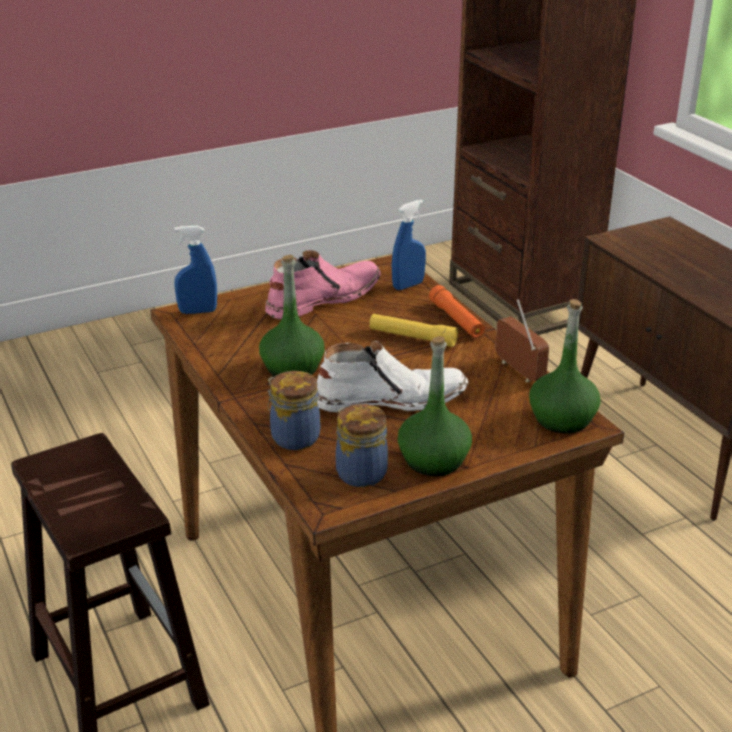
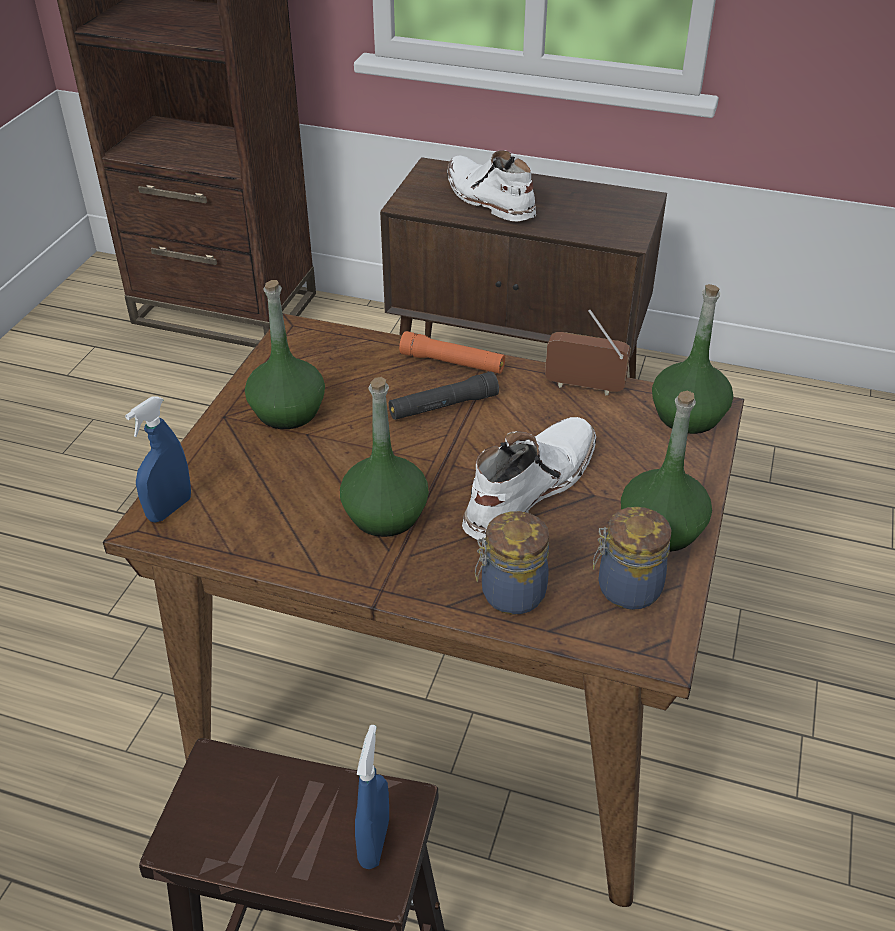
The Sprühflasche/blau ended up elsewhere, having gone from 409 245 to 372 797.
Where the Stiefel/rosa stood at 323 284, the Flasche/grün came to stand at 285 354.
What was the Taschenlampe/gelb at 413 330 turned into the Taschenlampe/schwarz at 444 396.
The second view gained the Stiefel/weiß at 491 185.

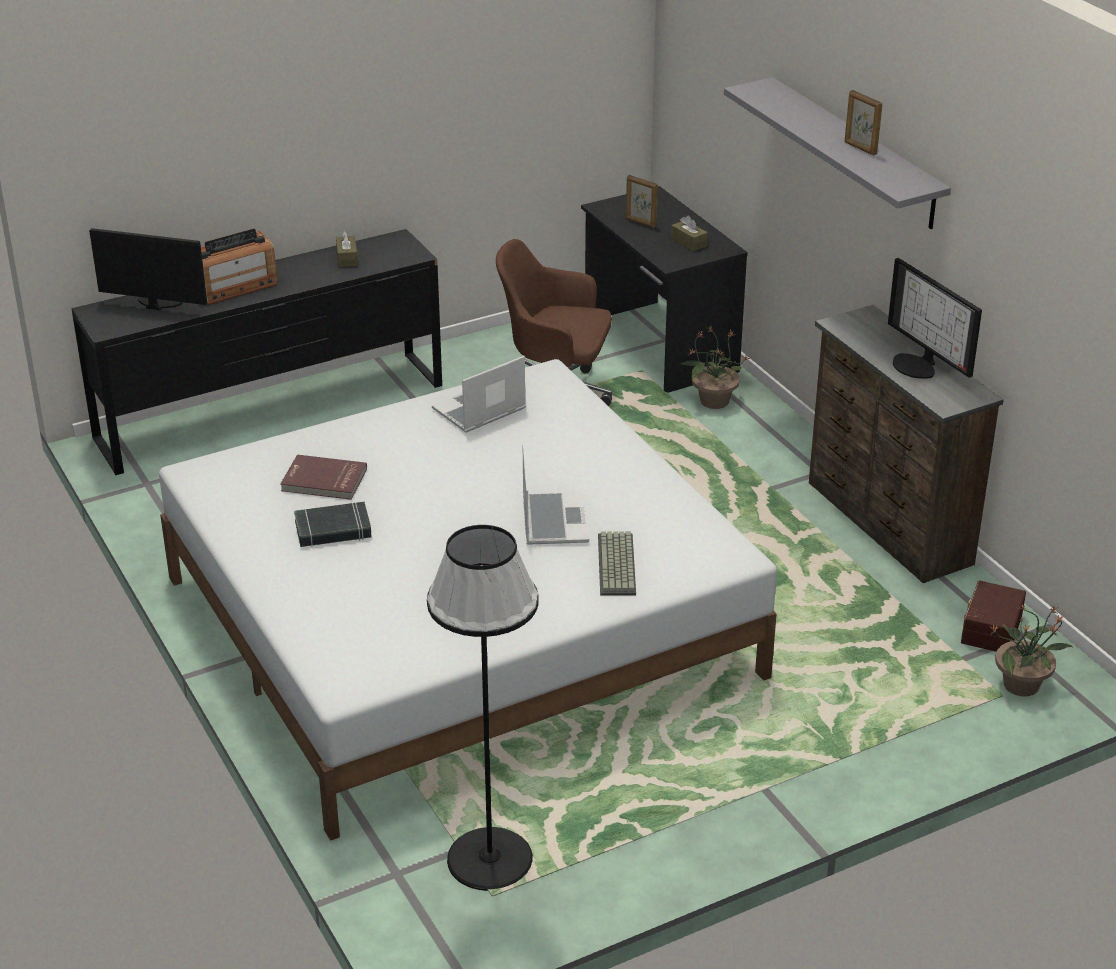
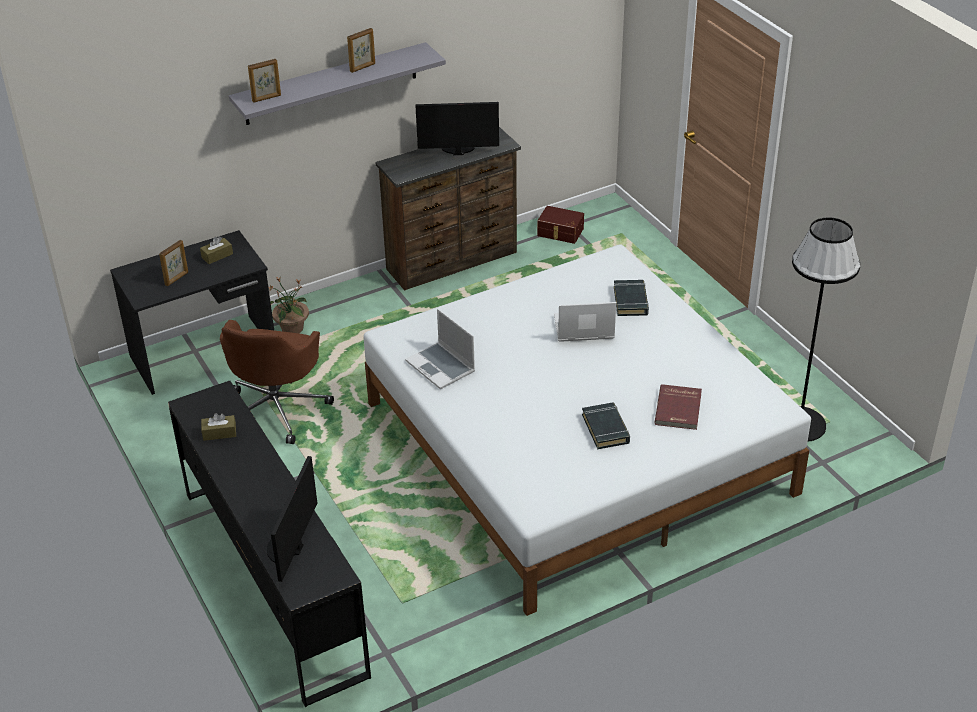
The second view lost the Radio at 239 267.
The Monitor at 935 318 ended up facing another way, 150 degrees counterclockwise from before.
The Buch/rot ended up elsewhere, having gone from 323 477 to 678 407.
Where the Tastatur stood at 617 563, the Buch/schwarz came to stand at 631 298.
The second view lost the Topfpflanze at 1031 651.
The second view gained the Bilderrahmen at 264 81.

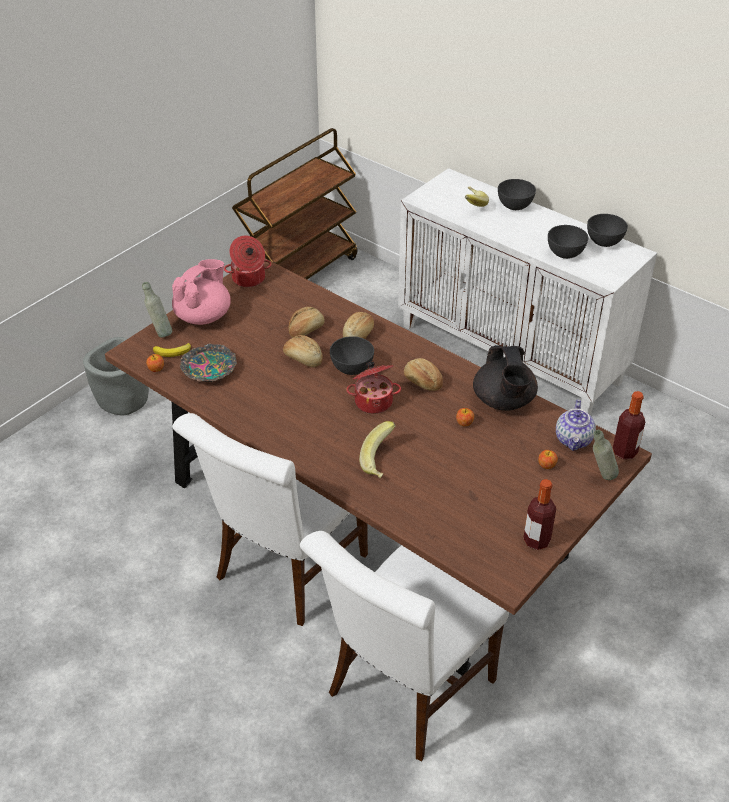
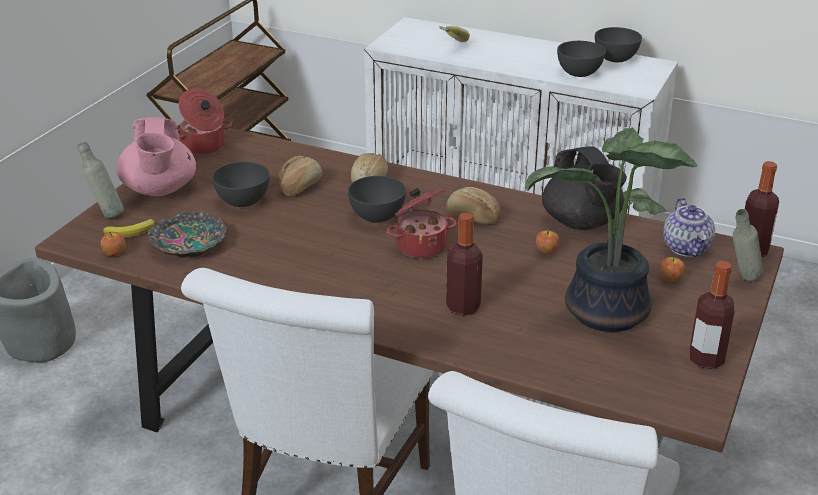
The Schüssel/grau ended up elsewhere, having gone from 517 194 to 241 184.
The Teekanne/rosa at 201 292 ended up facing another way, 150 degrees clockwise from before.
The second view lost the Brot at 303 351.
Where the Banane stood at 377 449, the Flasche came to stand at 464 264.
The second view gained the Topfpflanze at 611 229.

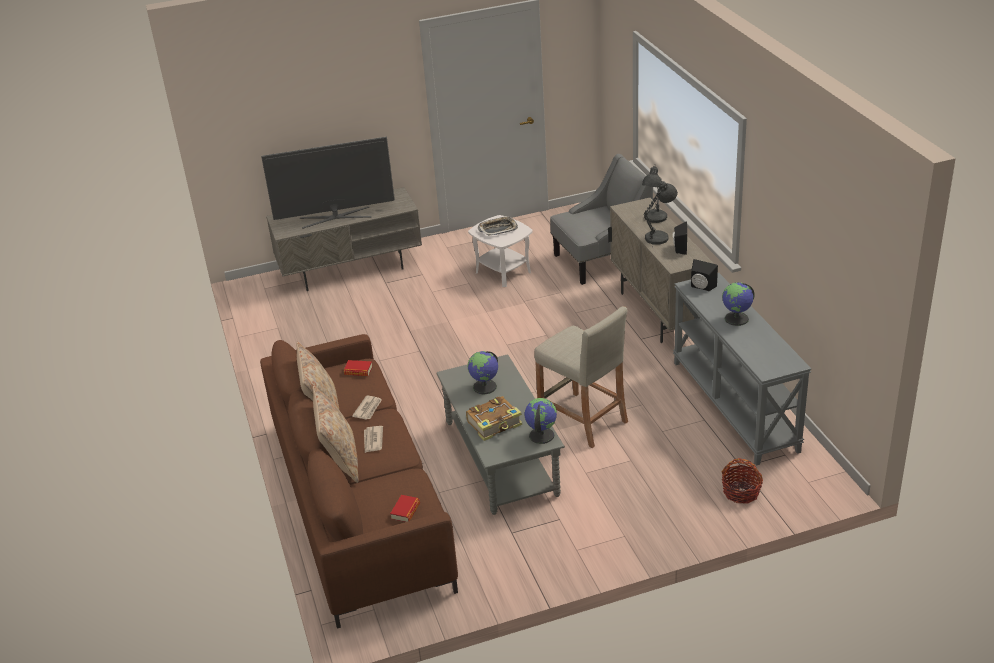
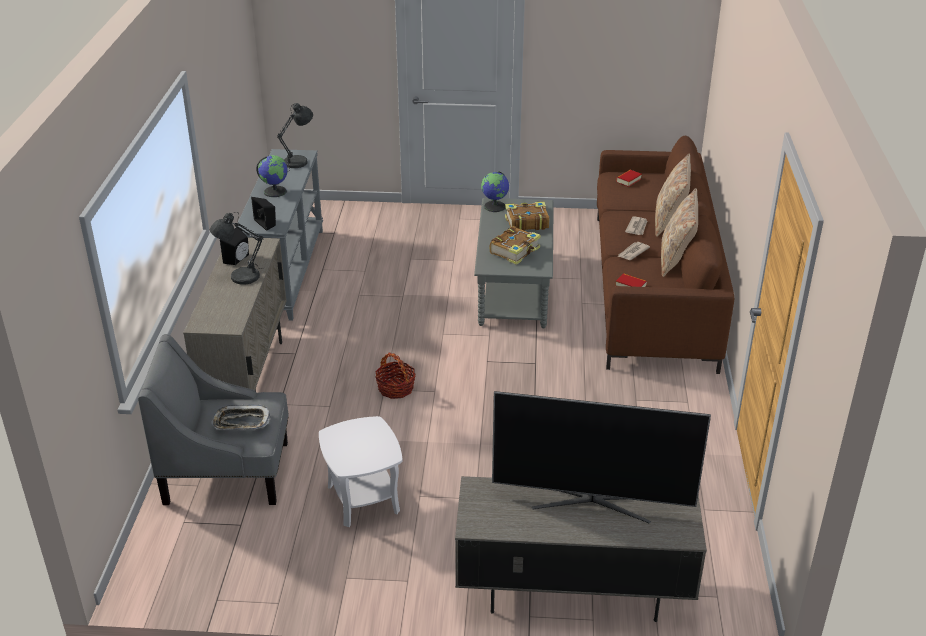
The Tischlampe/grau ended up elsewhere, having gone from 654 194 to 295 137.
The Tablett ended up elsewhere, having gone from 498 226 to 241 417.
The second view lost the Hocker/beige at 581 377.
Where the Globus stood at 483 372, the Buch came to stand at 515 245.
The Korb ended up elsewhere, having gone from 742 481 to 395 375.

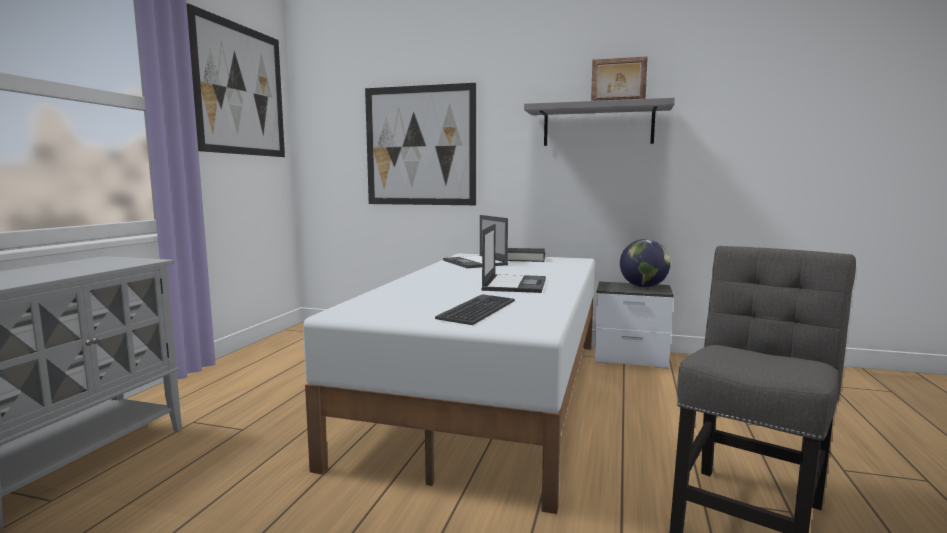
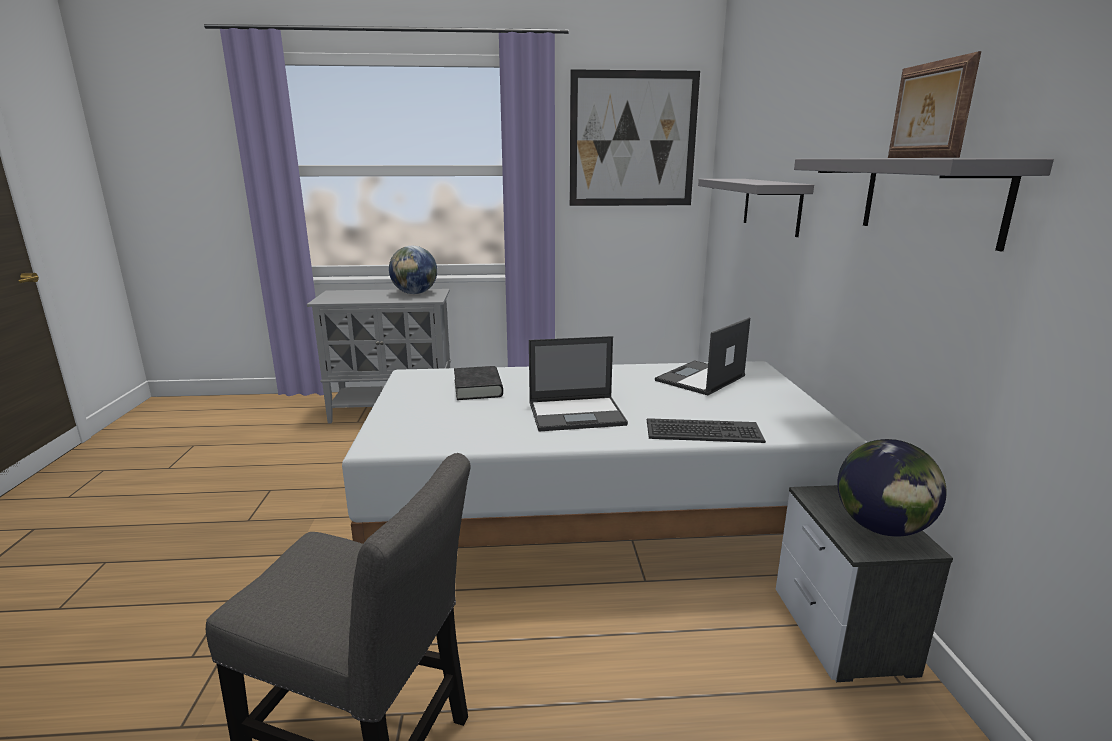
Where the Bild hung at 420 144, the Wandregal/grau came to hang at 756 208.
The Buch/schwarz ended up elsewhere, having gone from 526 255 to 478 383.
The Tastatur ended up elsewhere, having gone from 475 309 to 706 430.
The second view gained the Globus at 413 270.

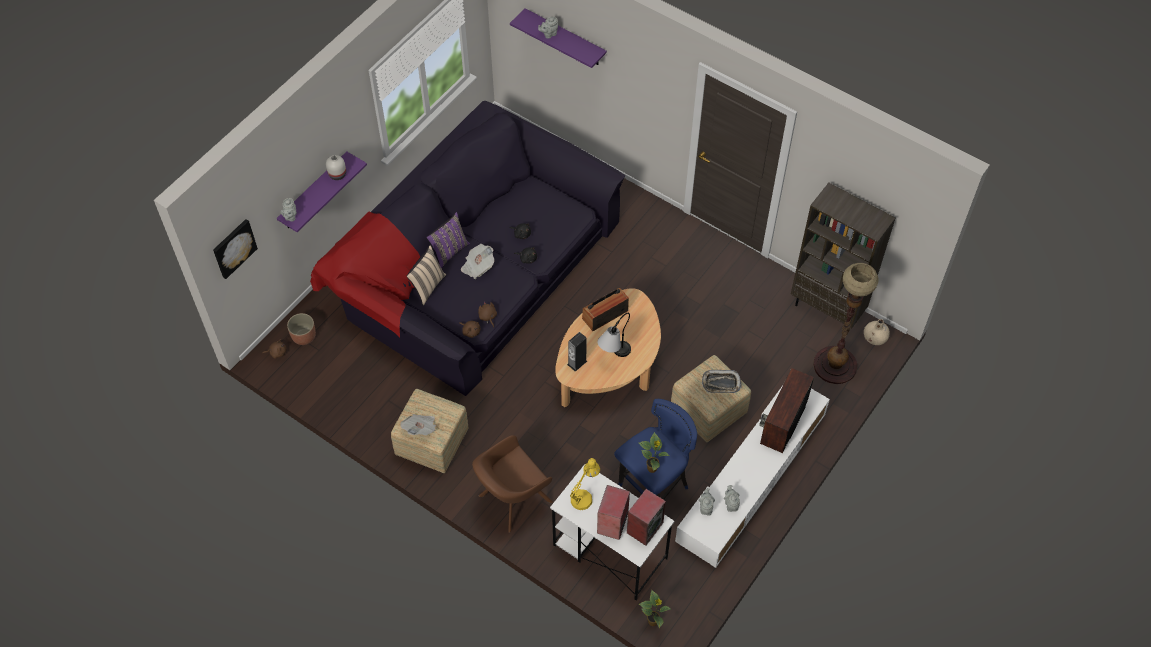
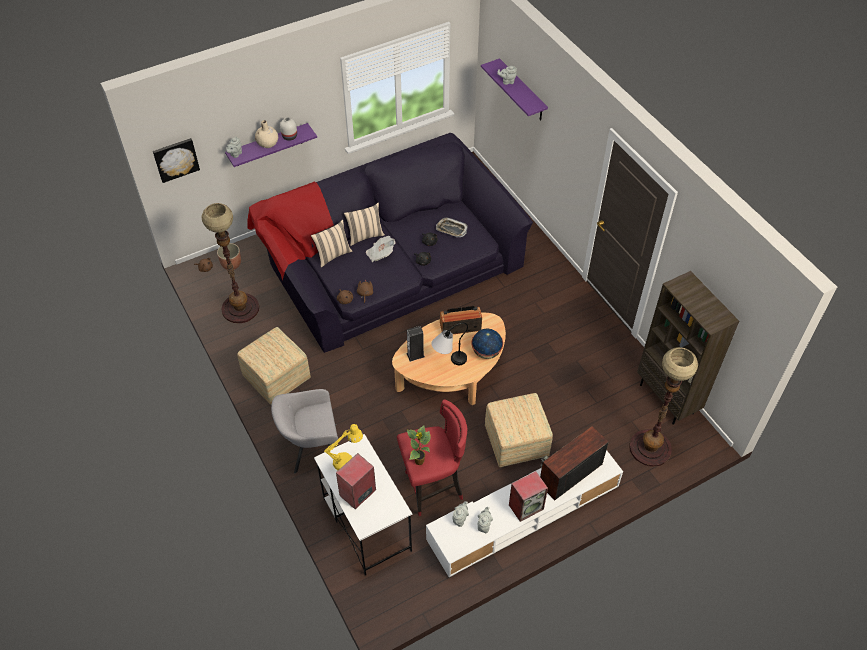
What was the Kissen/lila at 448 240 turned into the Kissen/beige at 364 224.
The Vase/beige ended up elsewhere, having gone from 877 332 to 266 134.
The Tablett ended up elsewhere, having gone from 722 381 to 452 227.
What was the Hocker/blau at 655 449 turned into the Hocker/rot at 432 457.
The second view lost the Zeitung at 418 424.
What was the Sessel/braun at 512 484 turned into the Sessel/grau at 304 431.
The Lautsprecher ended up elsewhere, having gone from 646 517 to 528 496.
The second view lost the Topfpflanze at 655 609.
The second view gained the Stehlampe at 230 263.
The second view gained the Globus at 487 344.

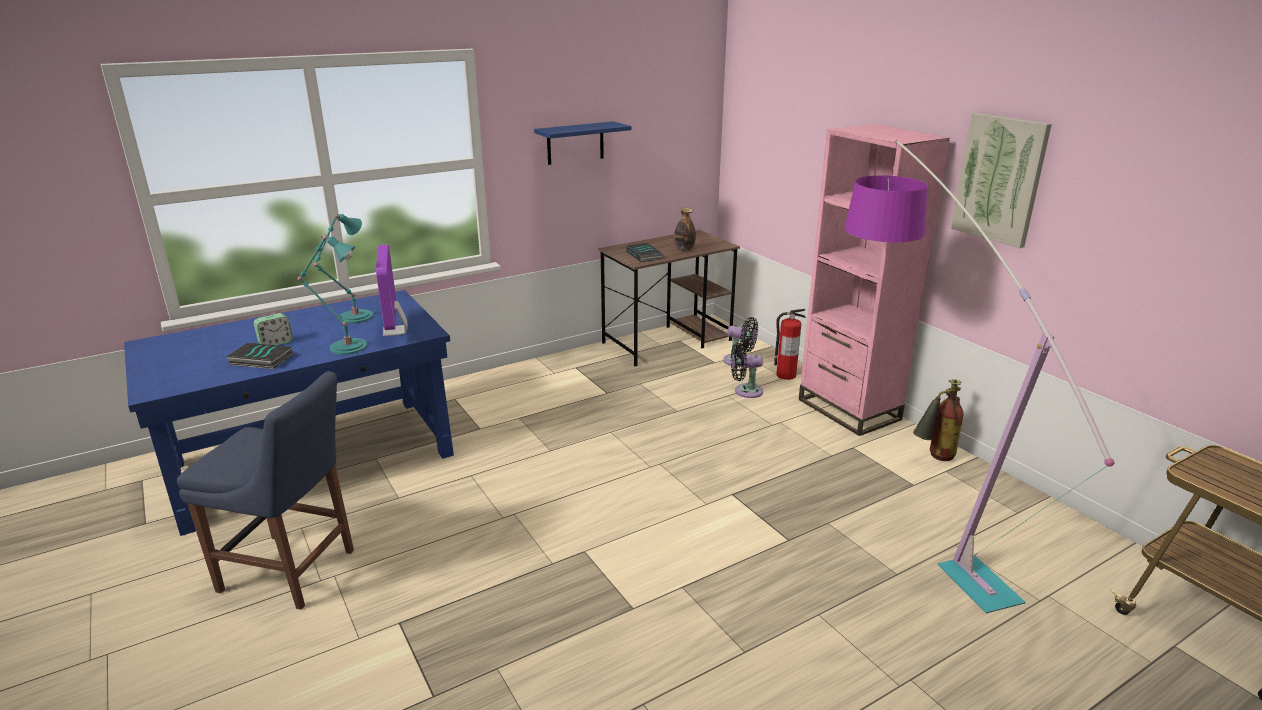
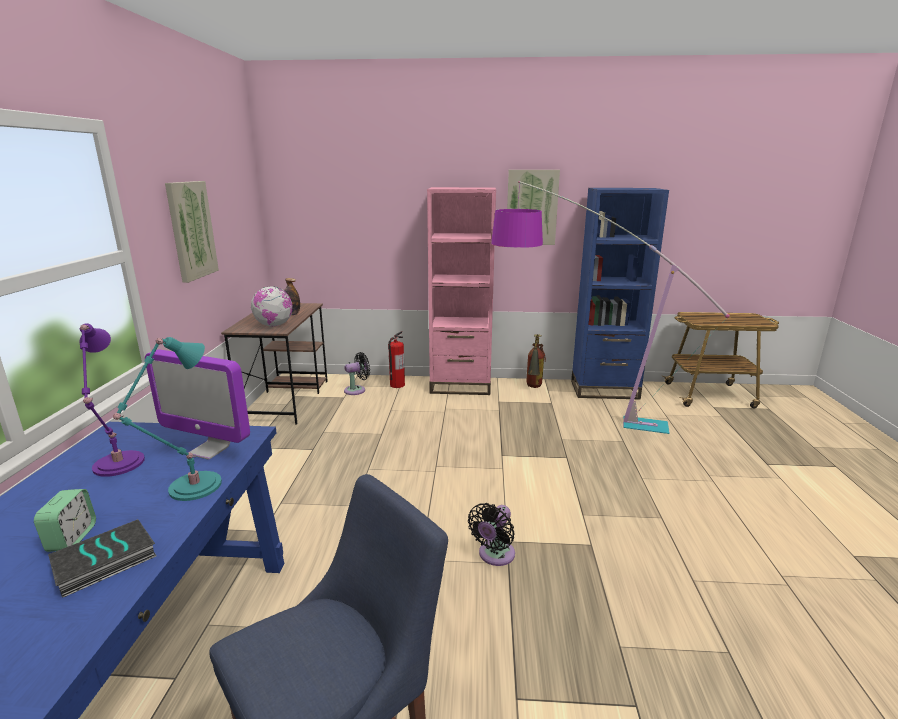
Where the Wandregal/blau hung at 583 143, the Bild came to hang at 192 232.
What was the Tischlampe/türkis at 343 269 turned into the Tischlampe/lila at 112 400.
Where the Buch stood at 644 252, the Globus came to stand at 272 306.
The Ventilator/schwarz ended up elsewhere, having gone from 747 370 to 491 534.
The second view gained the Bücherregal/blau at 620 293.

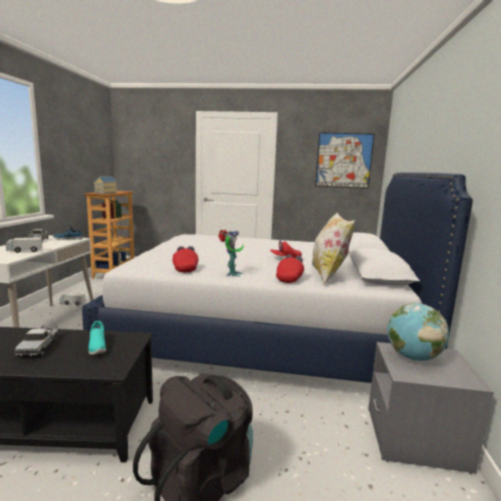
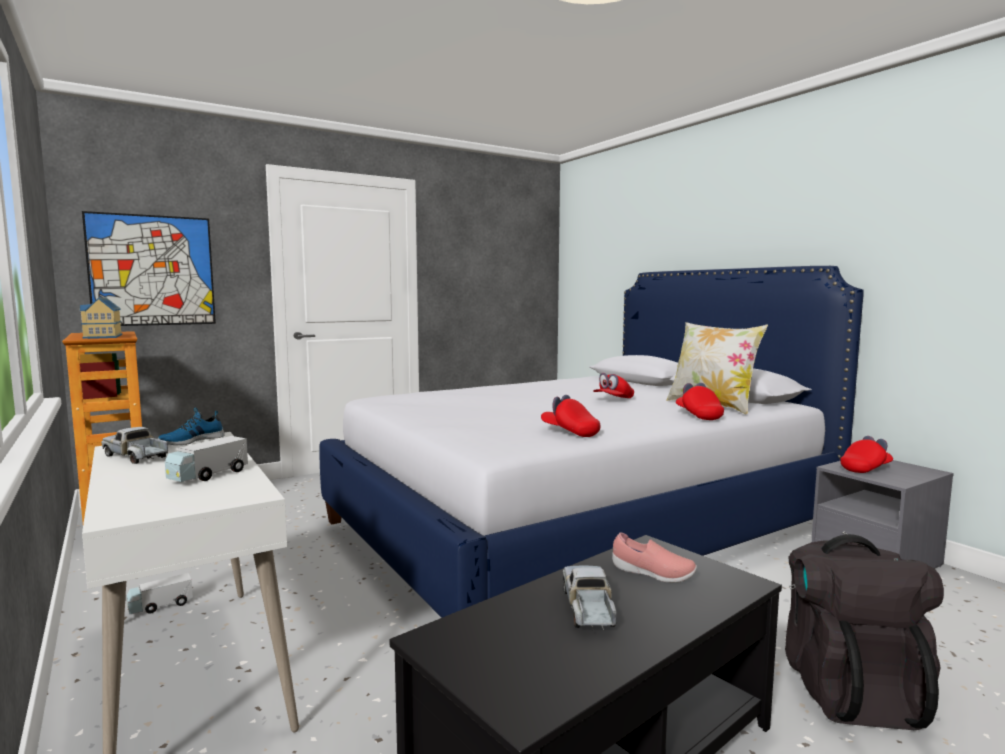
The Bild ended up elsewhere, having gone from 344 160 to 149 268.
The second view lost the Spielzeugroboter at 231 253.
Where the Globus stood at 418 332, the Kappe/rot came to stand at 866 454.
What was the Schuh/türkis at 97 338 turned into the Schuh/rosa at 654 557.
The Spielzeuglaster at 36 341 ended up facing another way, 135 degrees counterclockwise from before.

